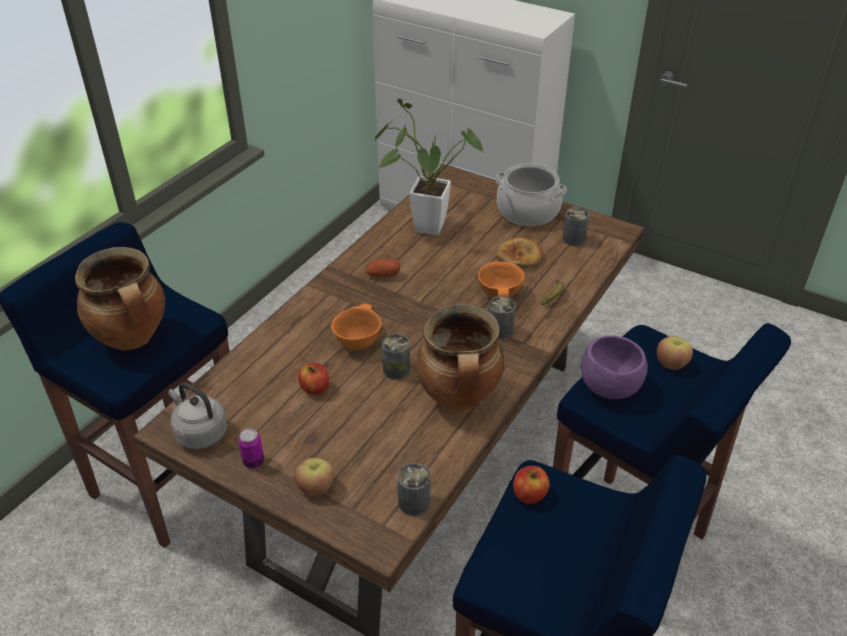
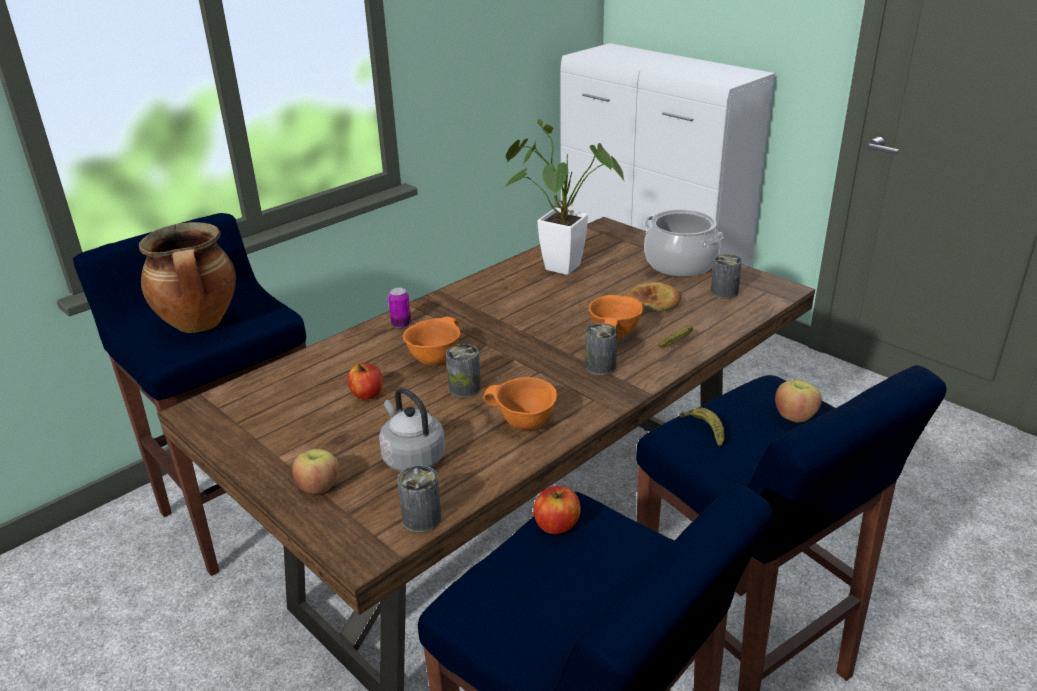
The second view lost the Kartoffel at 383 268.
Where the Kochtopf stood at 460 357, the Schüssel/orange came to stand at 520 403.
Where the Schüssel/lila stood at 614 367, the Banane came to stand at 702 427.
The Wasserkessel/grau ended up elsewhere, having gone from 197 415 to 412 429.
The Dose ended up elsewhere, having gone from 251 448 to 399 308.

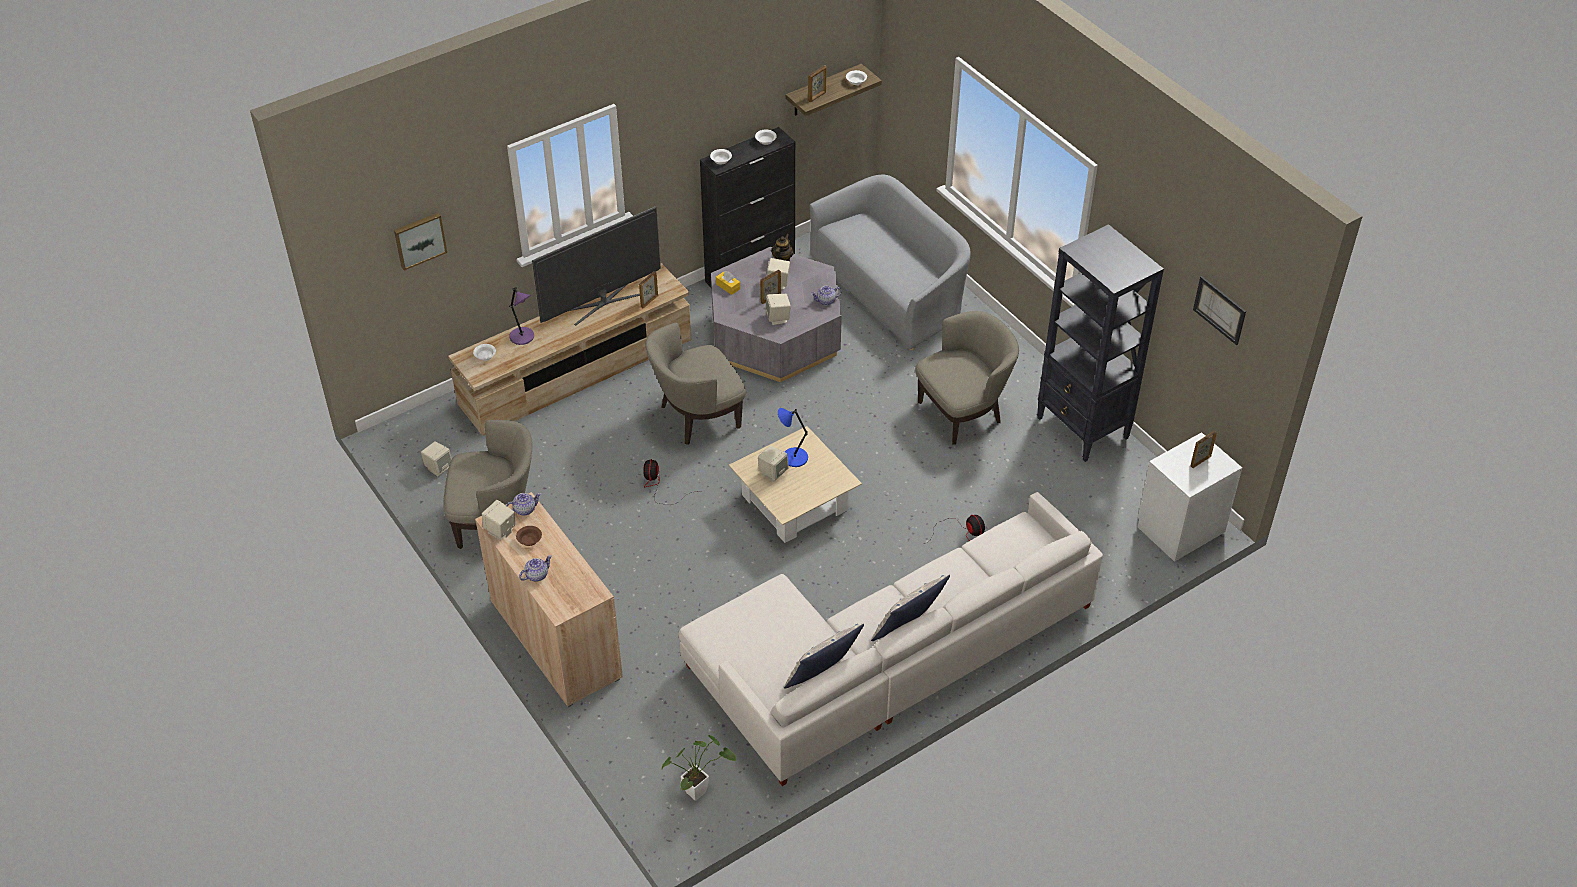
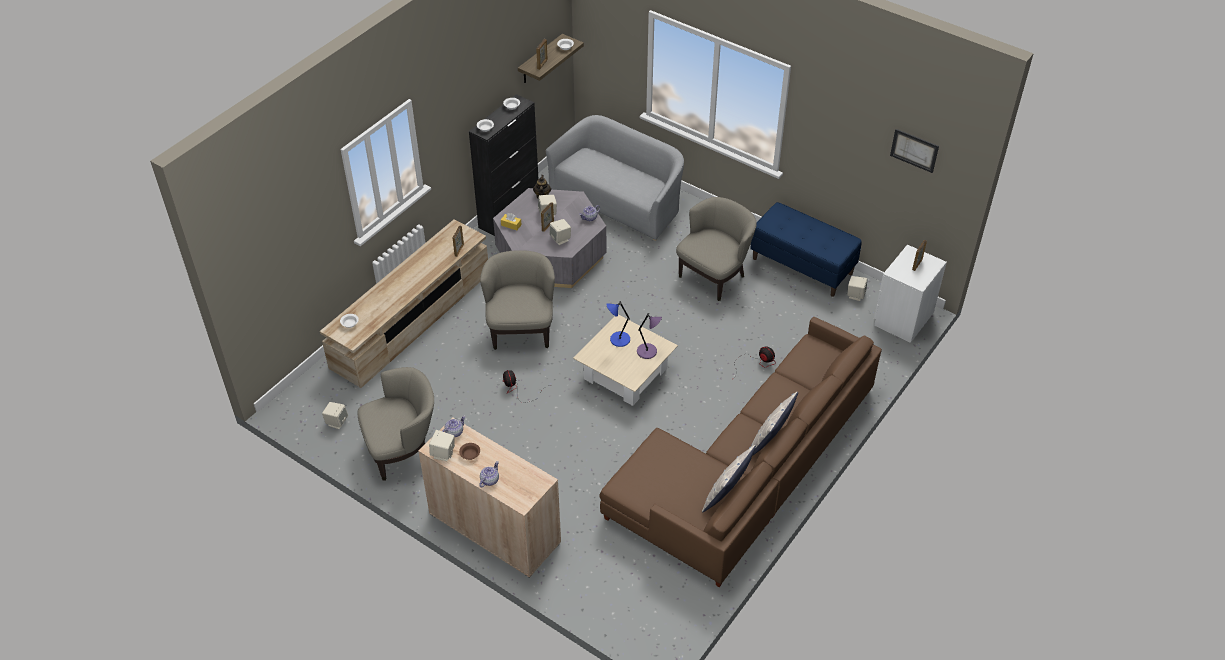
The second view lost the Fernseher at 596 266.
The second view lost the Bild at 420 242.
Where the Bücherregal/schwarz stood at 1100 343, the Bank/blau came to stand at 806 249.
The Tischlampe/lila ended up elsewhere, having gone from 521 316 to 649 336.
The Sessel/beige at 695 384 ended up facing another way, 135 degrees clockwise from before.
The Lautsprecher/beige ended up elsewhere, having gone from 773 464 to 857 288.
What was the Sofa/weiß at 890 639 turned into the Sofa/braun at 741 452.
The second view lost the Topfpflanze at 698 768.

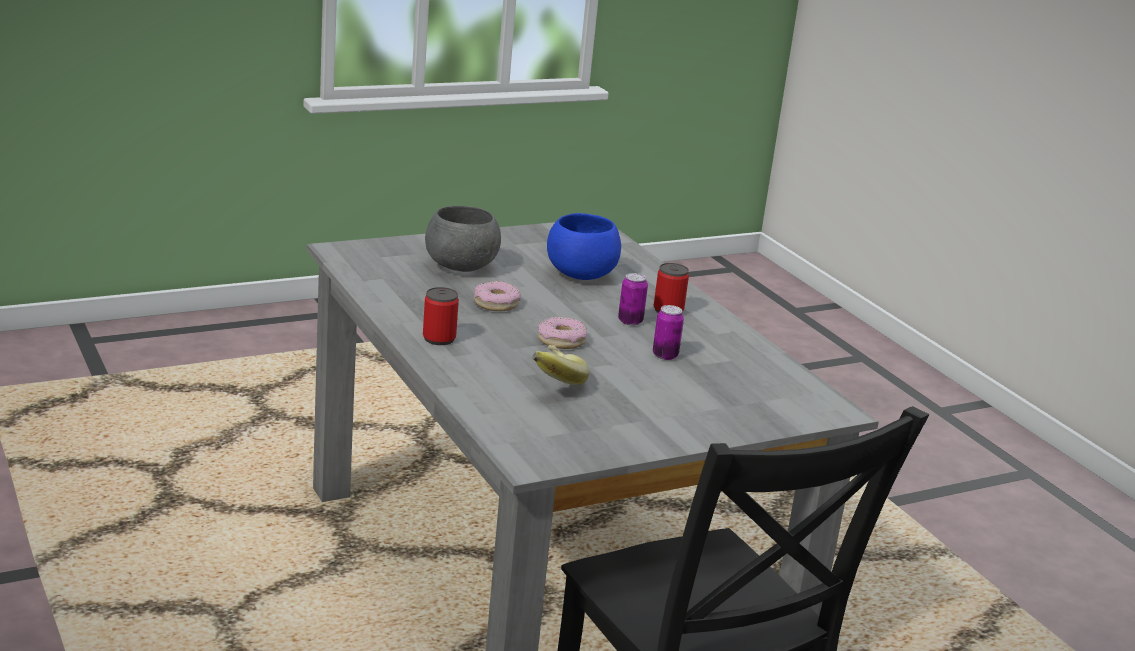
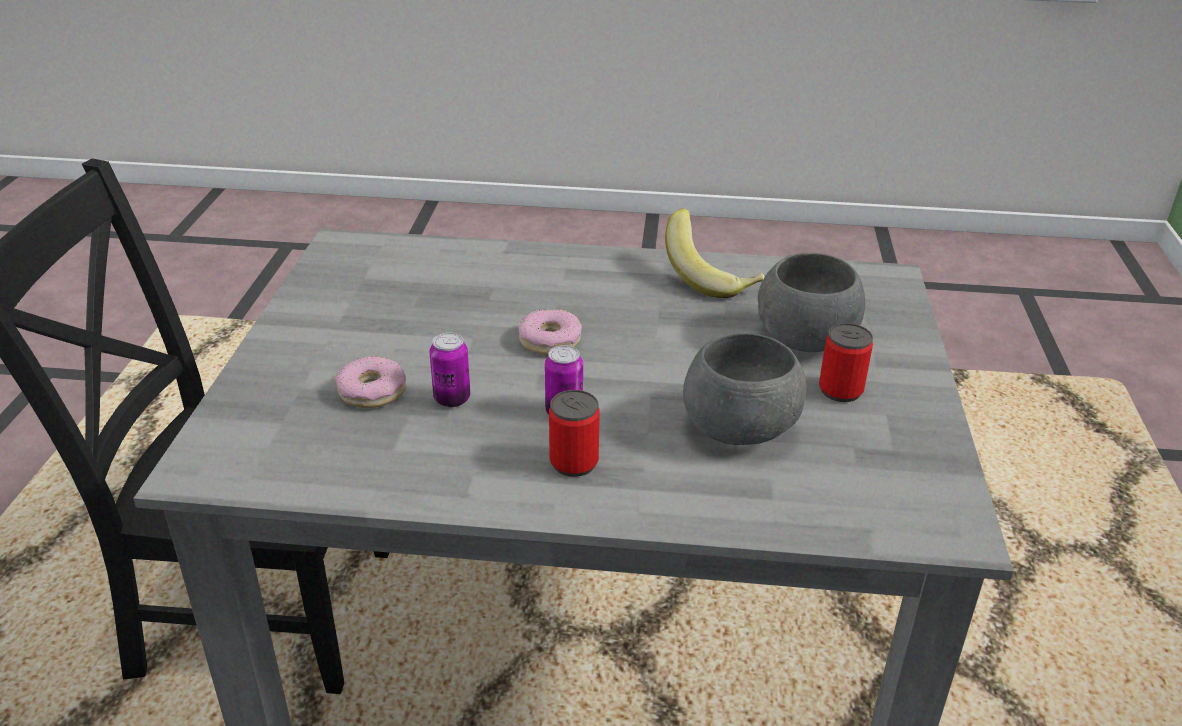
What was the Schüssel/blau at 584 246 turned into the Schüssel/grau at 745 389.
The Donut ended up elsewhere, having gone from 497 296 to 370 382.
The Dose ended up elsewhere, having gone from 441 316 to 846 362.
The Banane ended up elsewhere, having gone from 561 365 to 714 253.

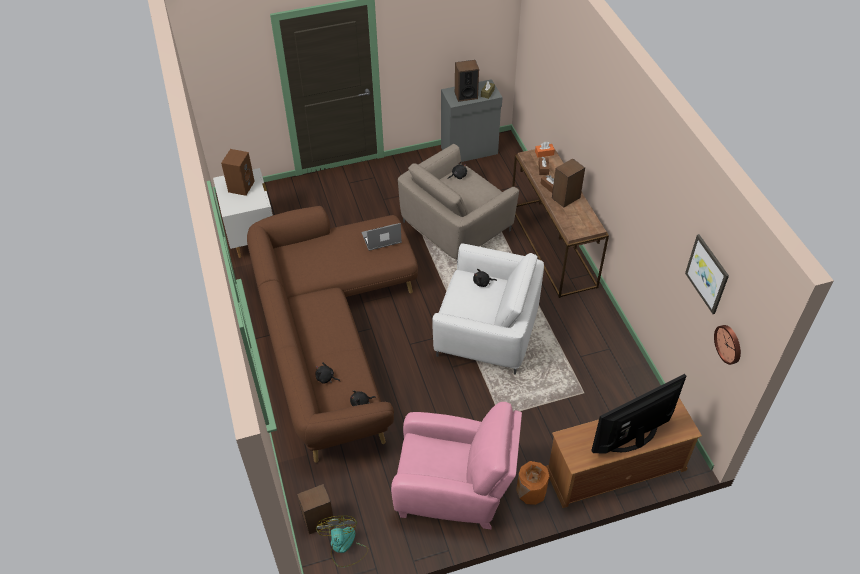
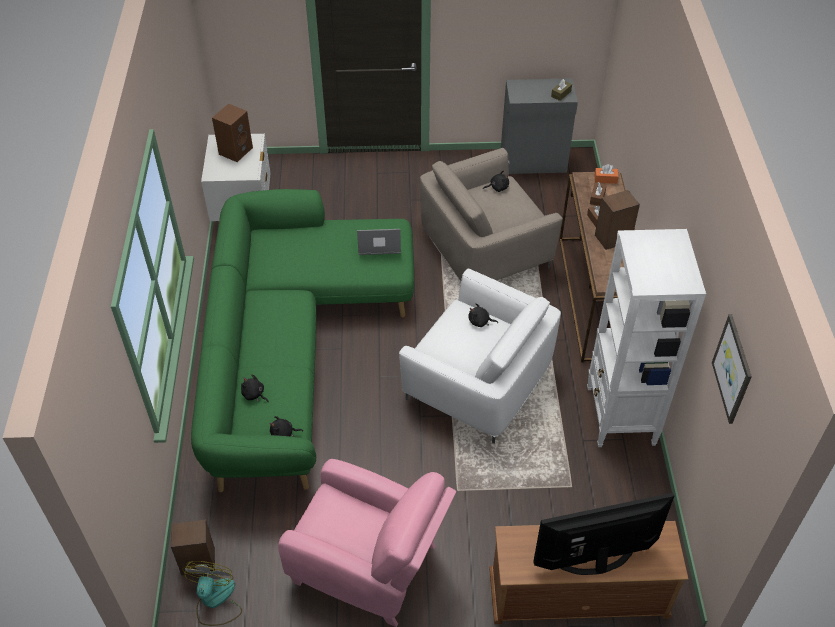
The second view lost the Lautsprecher at 467 81.
What was the Sofa/braun at 332 334 turned into the Sofa/grün at 302 340.
The second view lost the Wanduhr at 727 345.
The second view lost the Vase/orange at 532 483.
The second view gained the Bücherregal/weiß at 646 338.

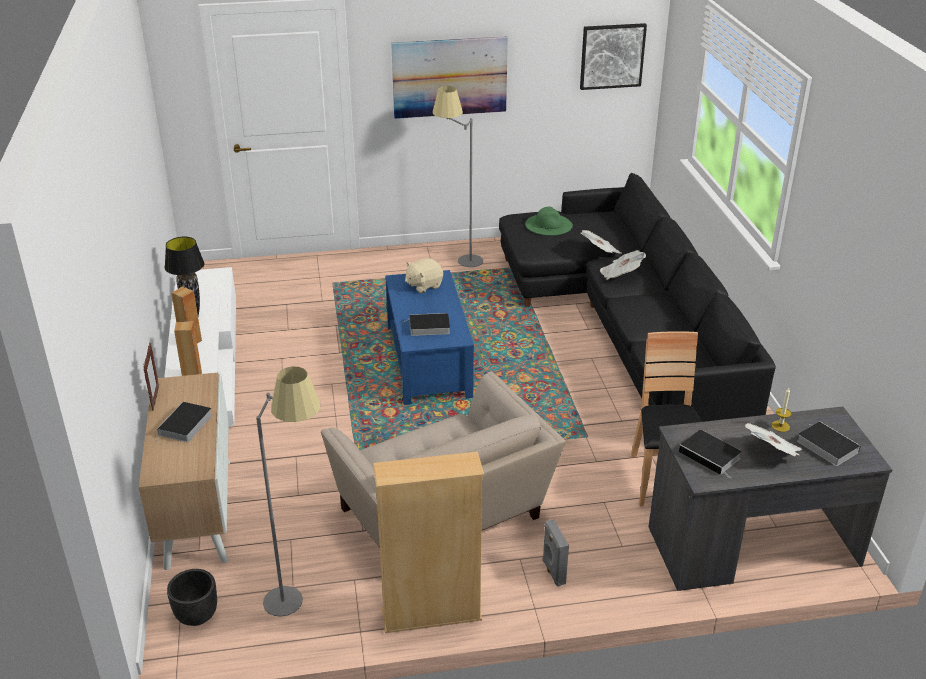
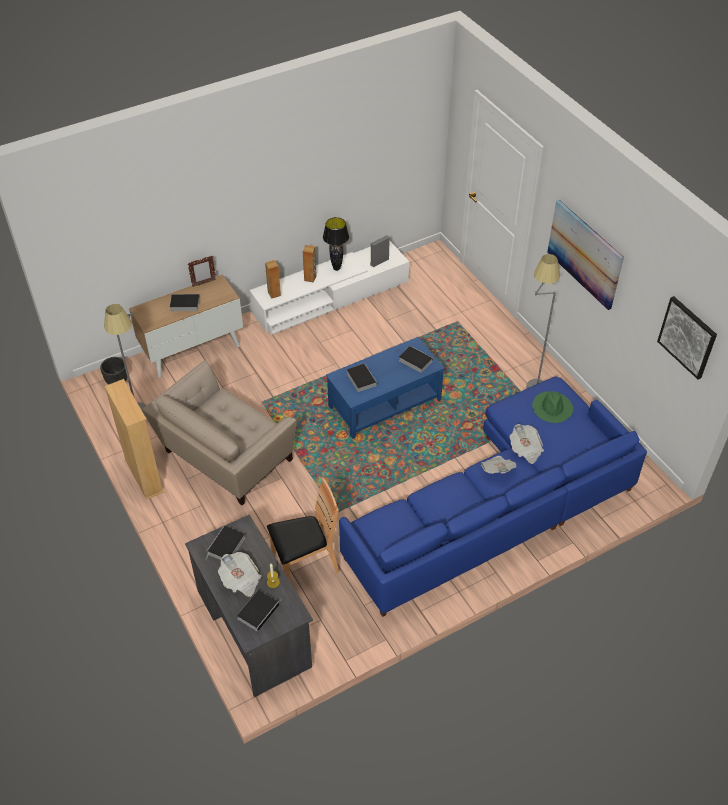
What was the Sofa/schwarz at 637 297 turned into the Sofa/blau at 493 496.
Where the Plüschtier/beige stood at 424 275, the Buch came to stand at 416 359.
The Lautsprecher/grau ended up elsewhere, having gone from 555 553 to 380 251.

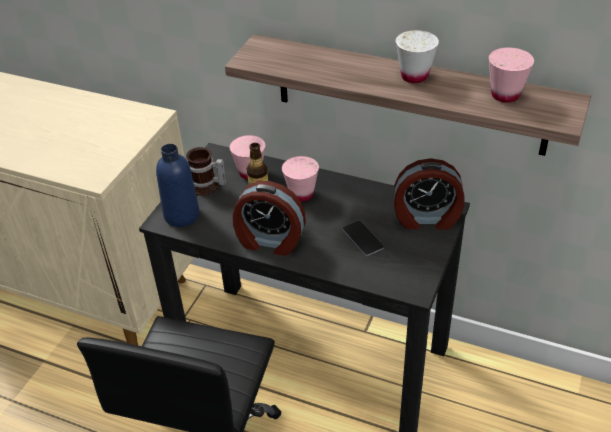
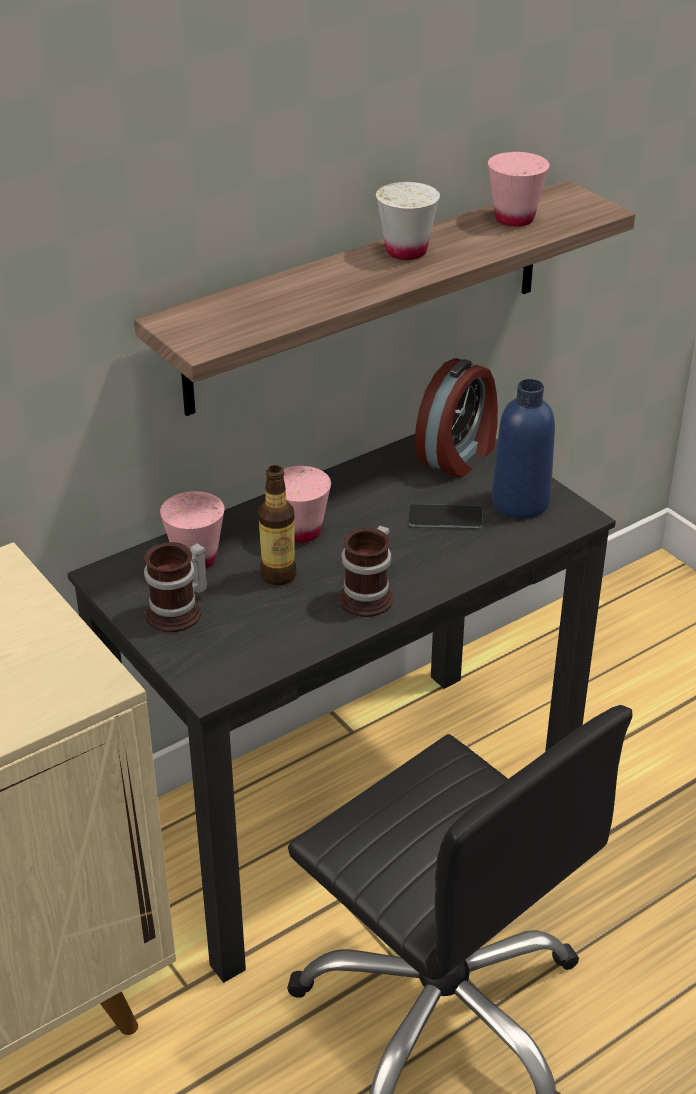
The Flasche/blau ended up elsewhere, having gone from 178 185 to 523 448.
Where the Wecker stood at 269 218, the Henkelbecher came to stand at 366 571.

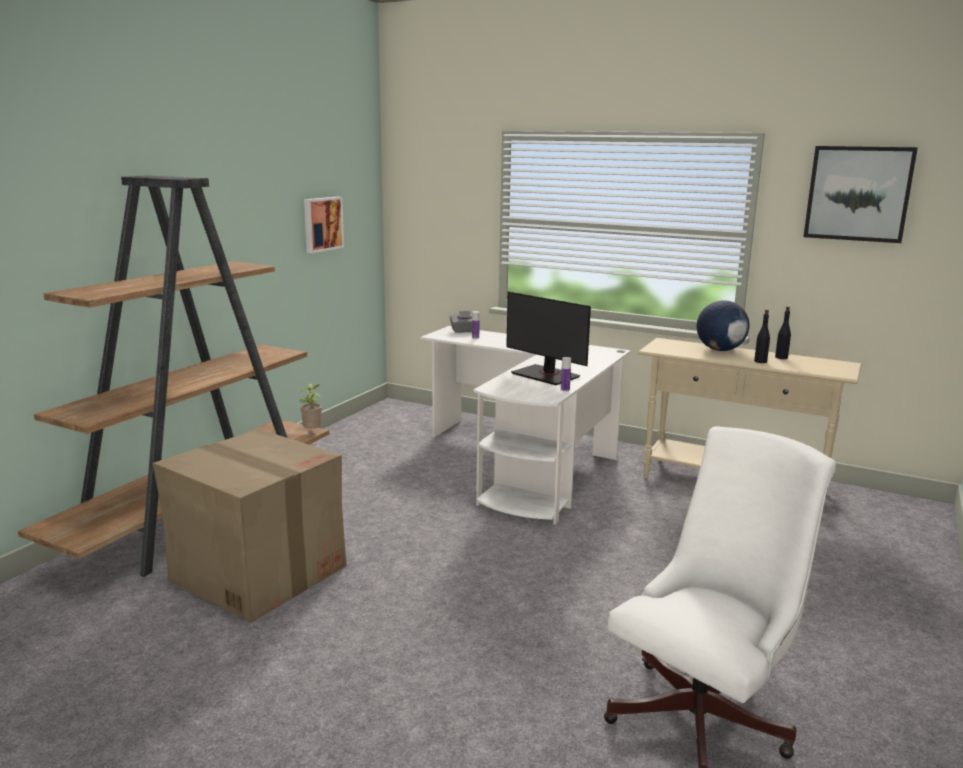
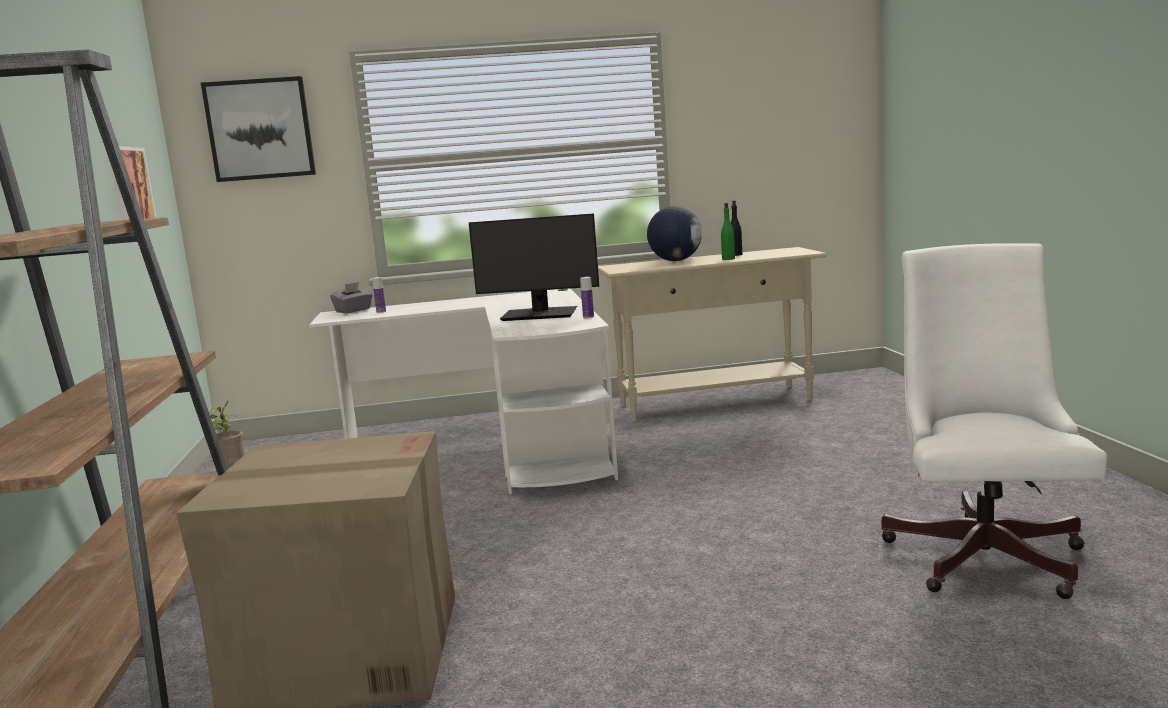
The Bild ended up elsewhere, having gone from 860 194 to 258 129.
What was the Flasche/schwarz at 762 336 turned into the Flasche/grün at 728 231.

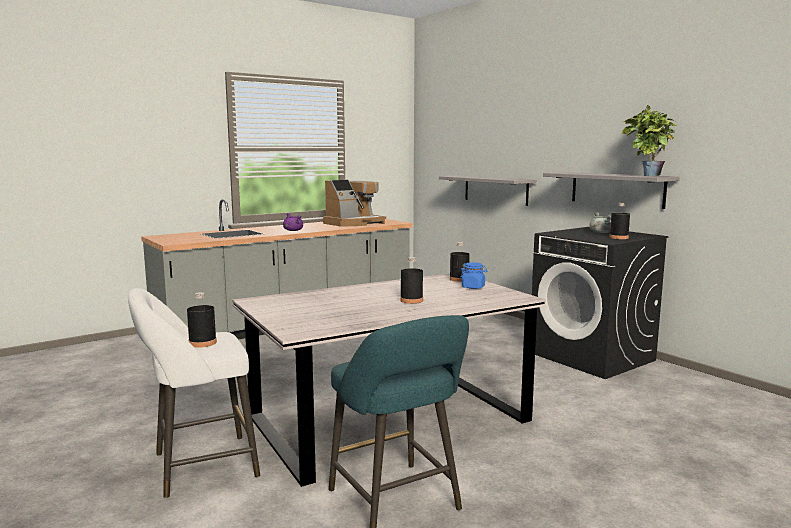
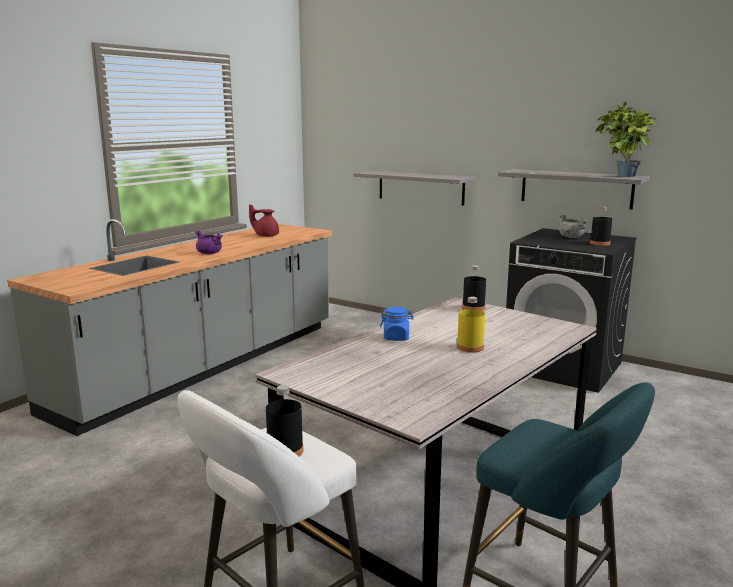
Where the Kaffeemaschine stood at 354 203, the Teekanne/rot came to stand at 264 220.
What was the Flasche/schwarz at 411 280 turned into the Flasche/gelb at 471 324.
The Vorratsglas/blau ended up elsewhere, having gone from 474 275 to 397 324.

